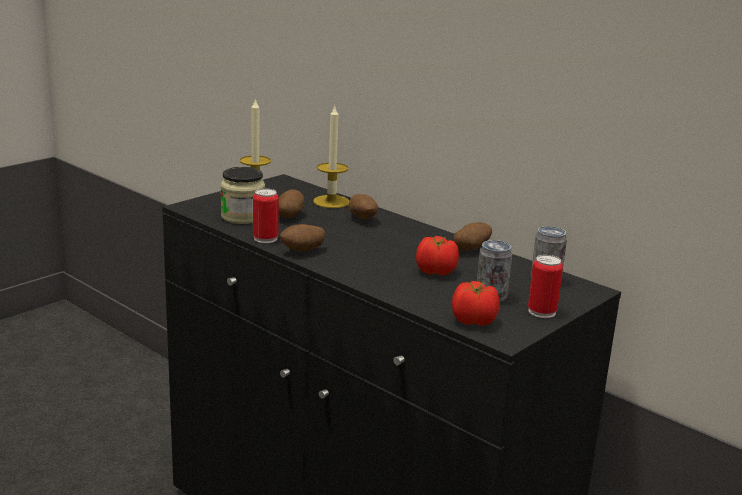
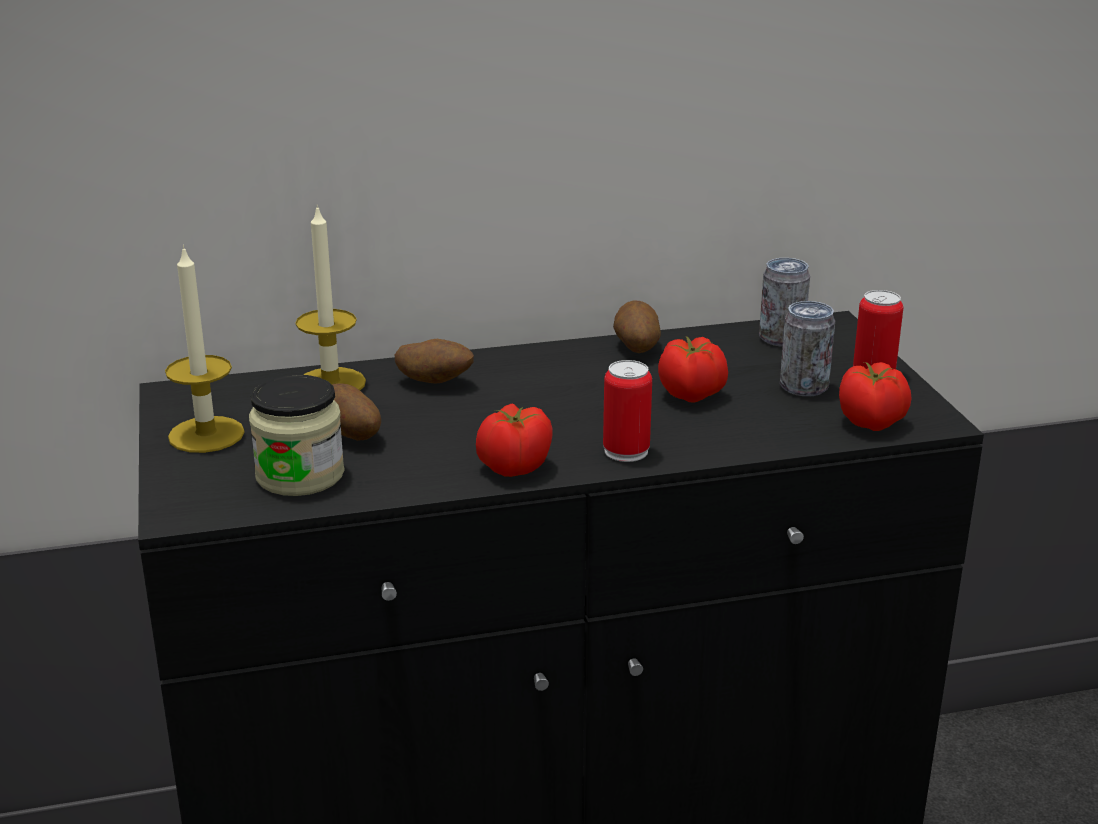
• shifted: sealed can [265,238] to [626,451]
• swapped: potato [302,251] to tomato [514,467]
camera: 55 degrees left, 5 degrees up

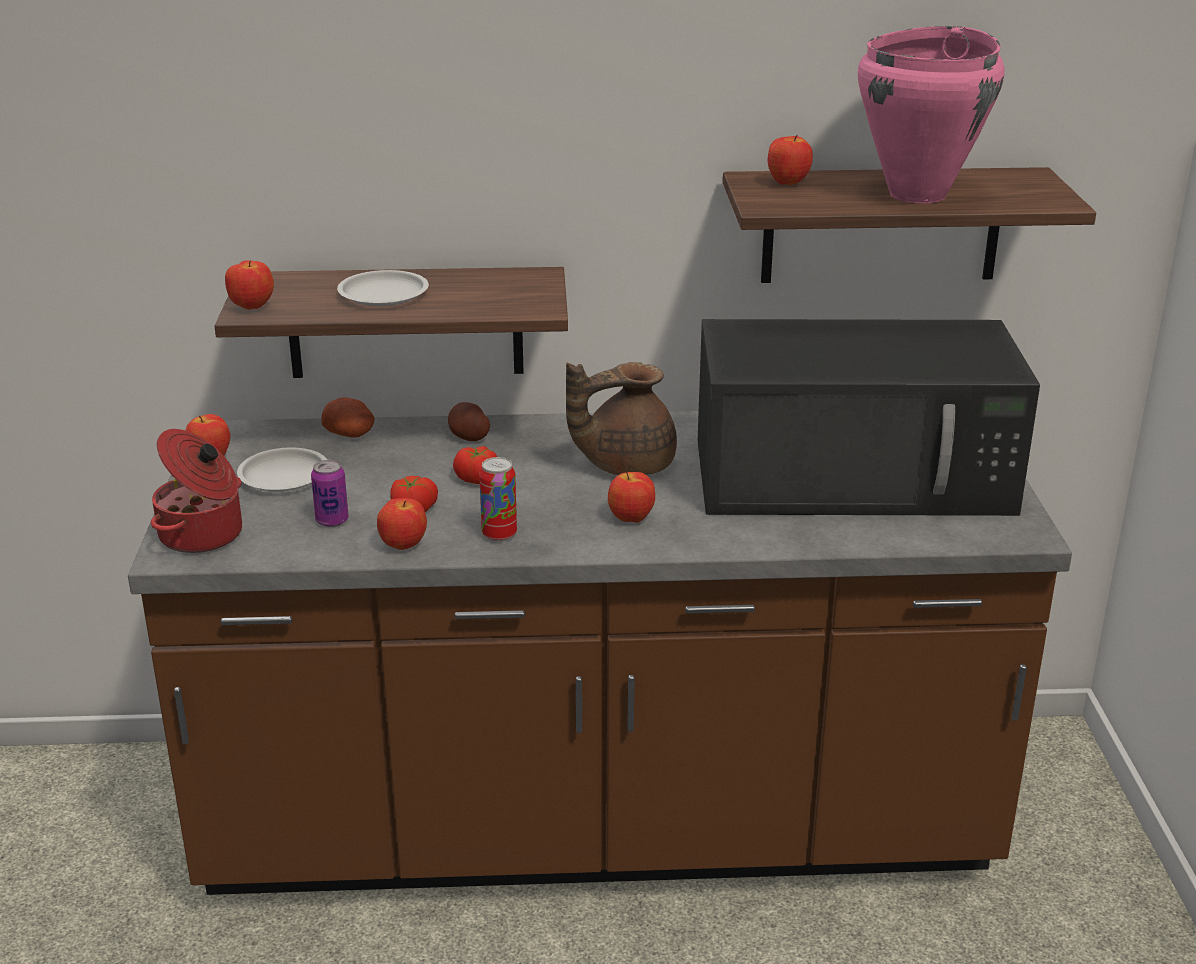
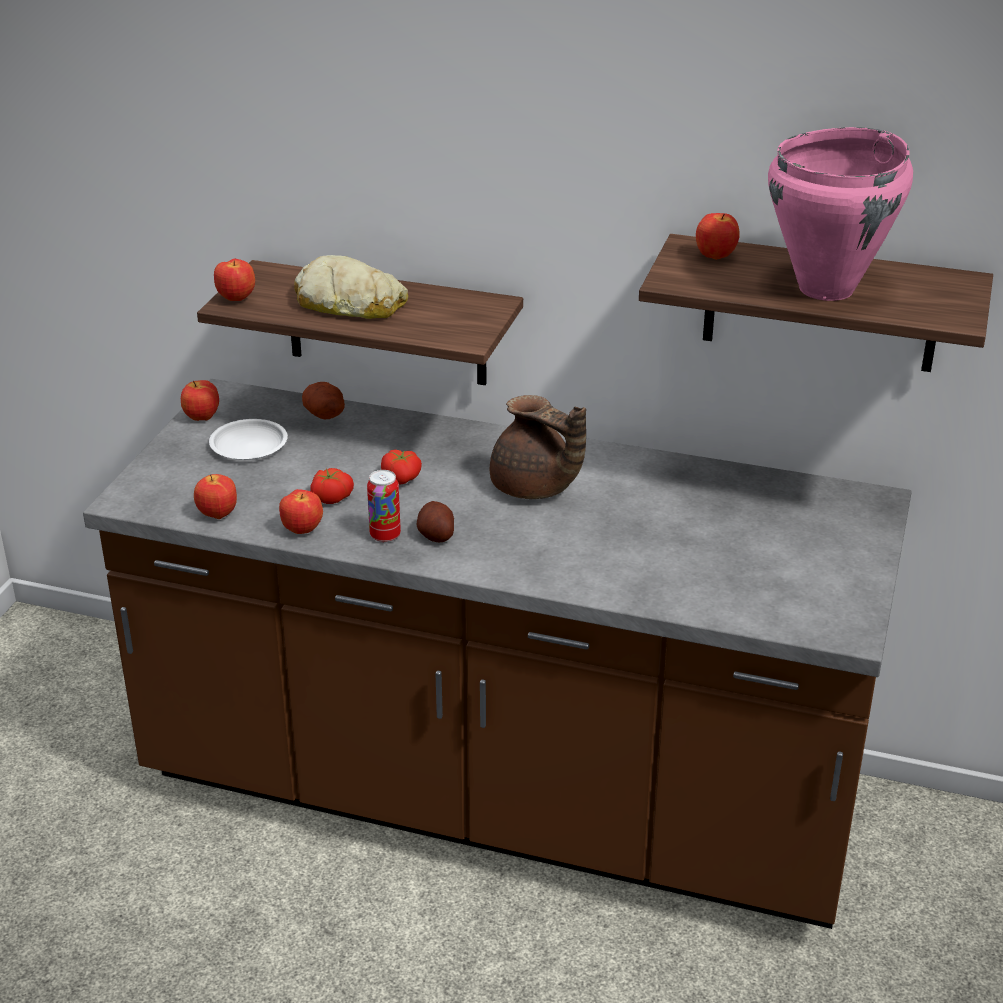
• gone: cooking pot [203,535]
• gone: sealed can [332,521]
• swapped: white flat dish [384,294] to bread [349,303]
• shifted: potato [468,436] to [436,535]
• rotated: brown-coloured pot for tea [624,464] = [534,488] 135 degrees counterclockwise
• shifted: apple fruit [631,519] to [217,515]
• gone: blackish kitchen microwave [856,476]
camera: 20 degrees right, 5 degrees up

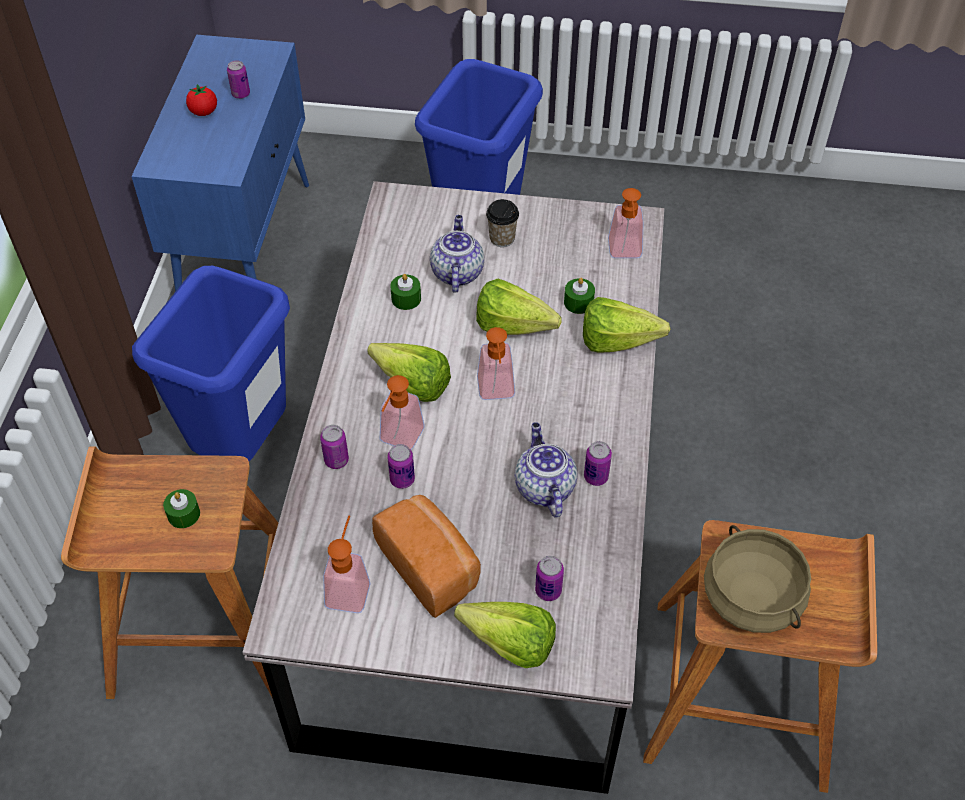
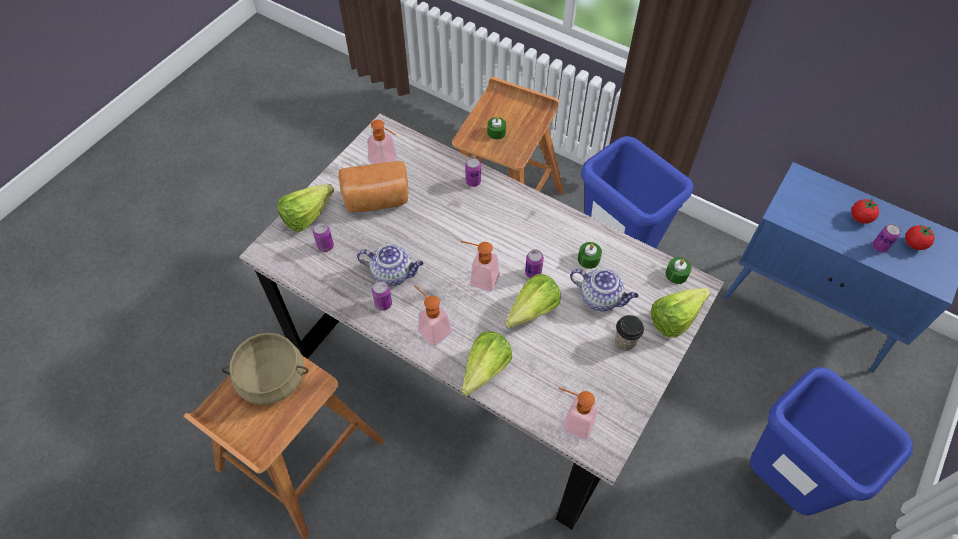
• shifted: lettuce head [407,381] to [679,317]
• shifted: liquid soap bottle [398,440] to [431,328]
• shifted: sealed can [402,479] to [533,273]
• shifted: greenish candle [578,302] to [676,274]
• new: tomato [914,244]
camera: 115 degrees right, 5 degrees up

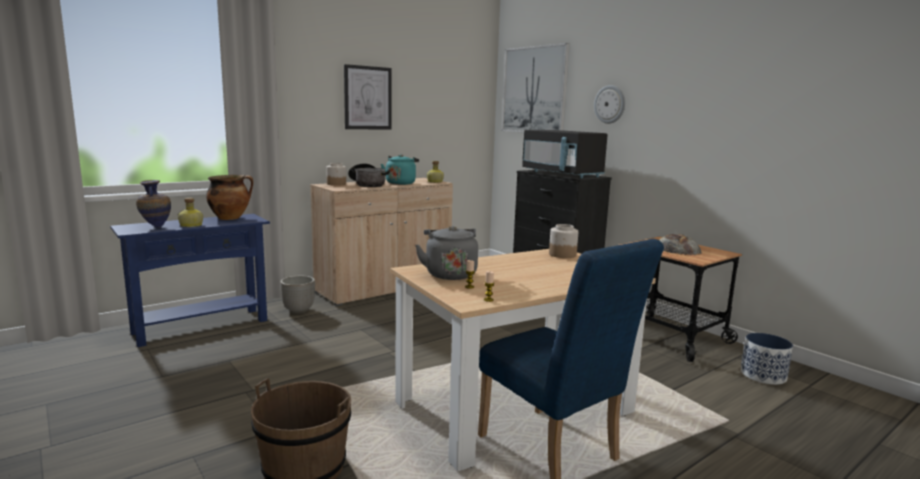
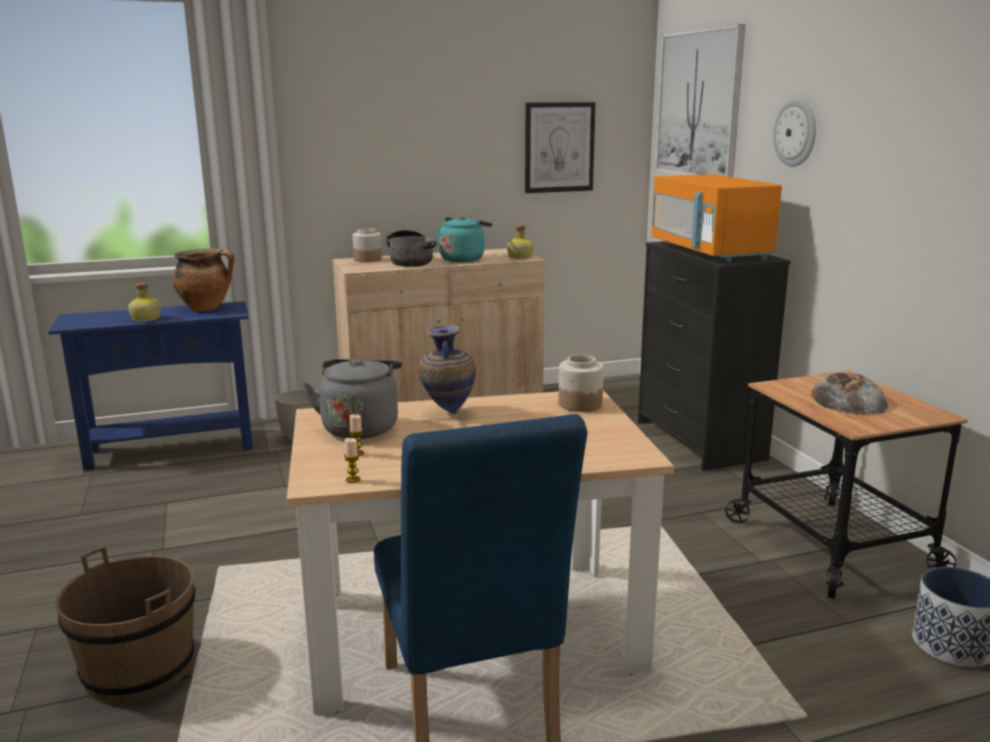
• shifted: flower vase [155,227] to [447,412]
• shifted: wall art [367,98] to [559,147]
• repainted: blackish kitchen microwave [561,174] to orange-coloured kitchen microwave [709,252]
camera: 20 degrees right, 5 degrees up

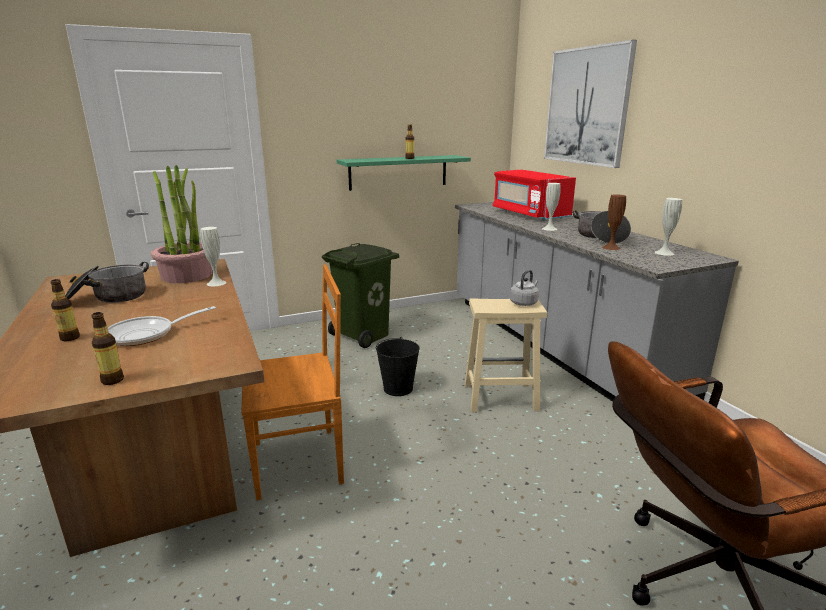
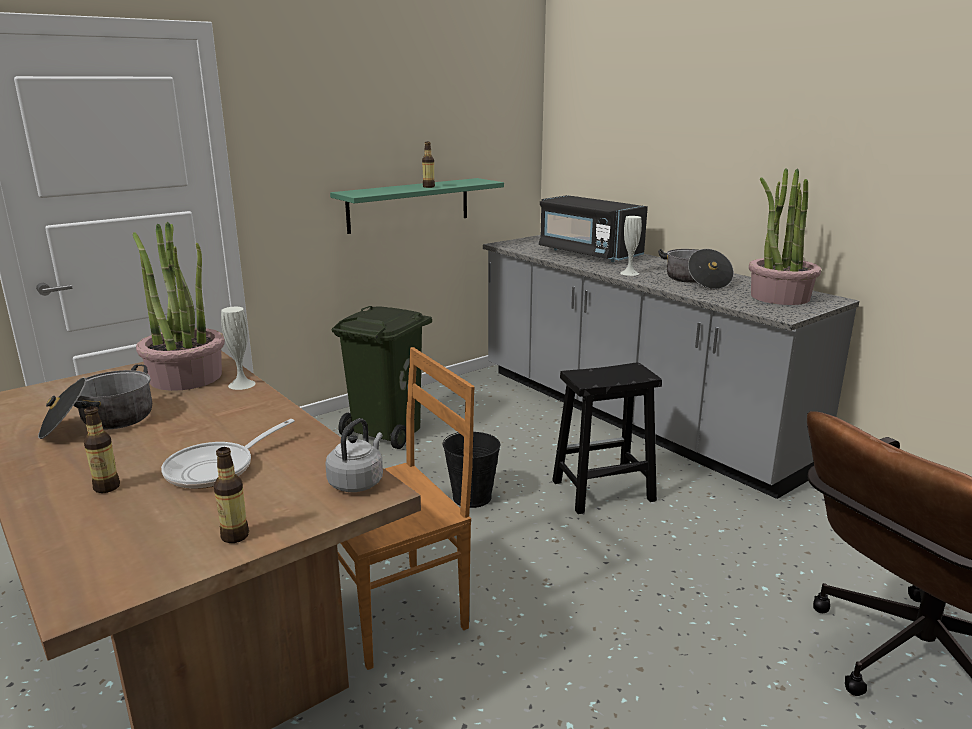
• repainted: sand-coloured stool [499,397] to blackish stool [601,491]
• repainted: red kitchen microwave [529,214] to blackish kitchen microwave [588,253]
• shifted: greyish water kettle [524,303] to [357,482]
• gone: wall art [586,106]
• gone: brown-coloured flower vase [611,247]
• swapped: white flower vase [664,253] to plant in a pot [779,297]
camera: 15 degrees left, 0 degrees up

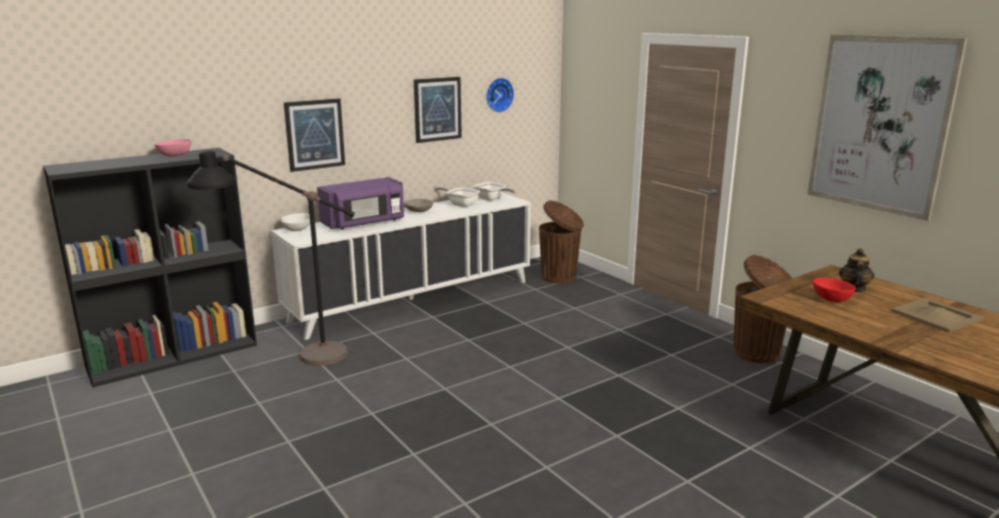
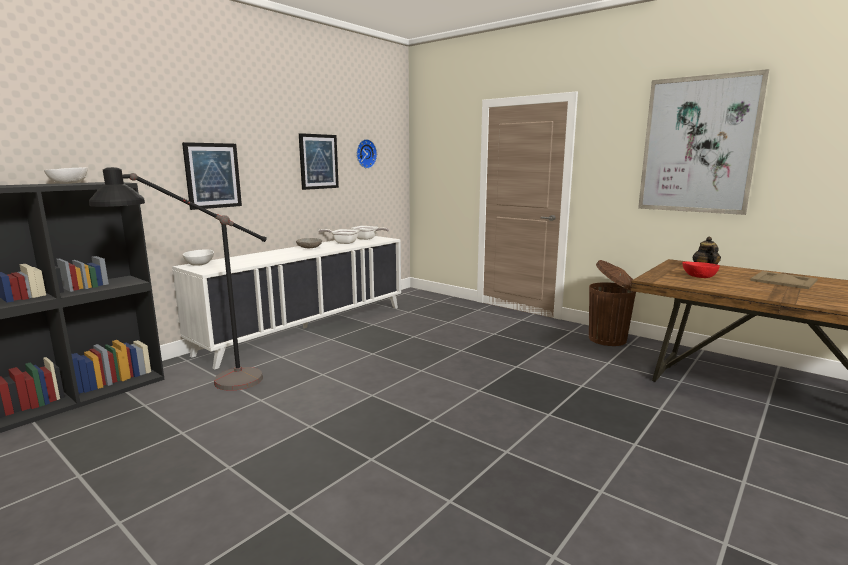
• repainted: pink-coloured deep dish [175,155] to white deep dish [69,183]
• gone: purple-coloured kitchen microwave [364,223]
• gone: brown-coloured waste bin [560,277]
camera: 15 degrees left, 5 degrees down

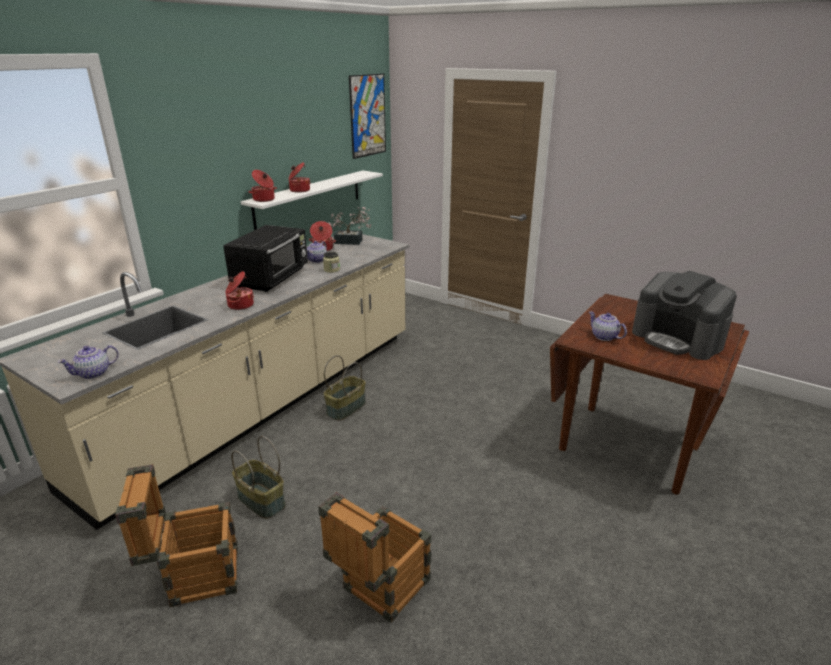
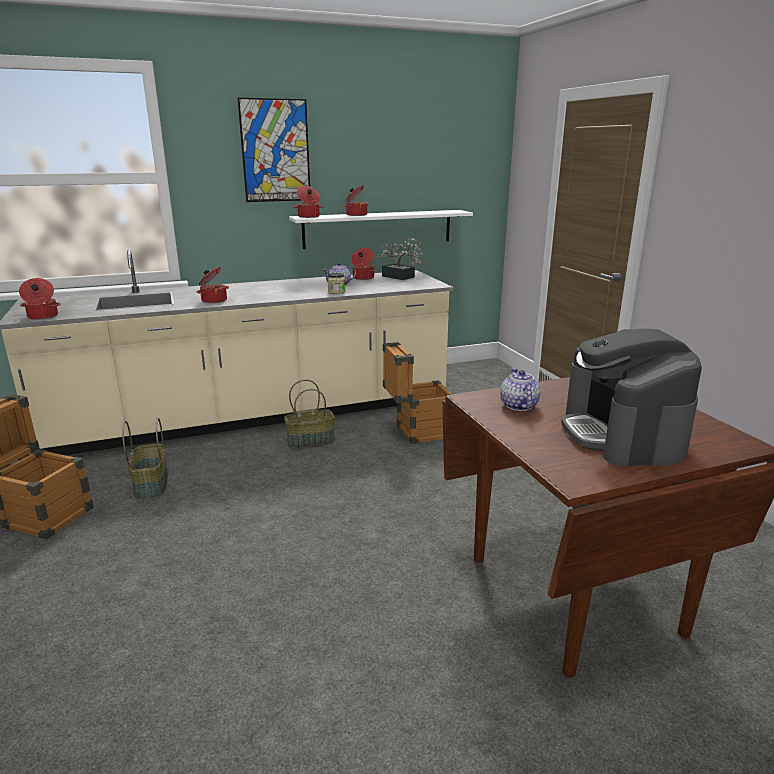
• swapped: pot for tea [94,373] to cooking pot [42,316]
• gone: blackish kitchen microwave [272,278]
• shifted: crate [379,591] to [417,432]
• shifted: wall art [367,116] to [275,151]
camera: 35 degrees right, 5 degrees down

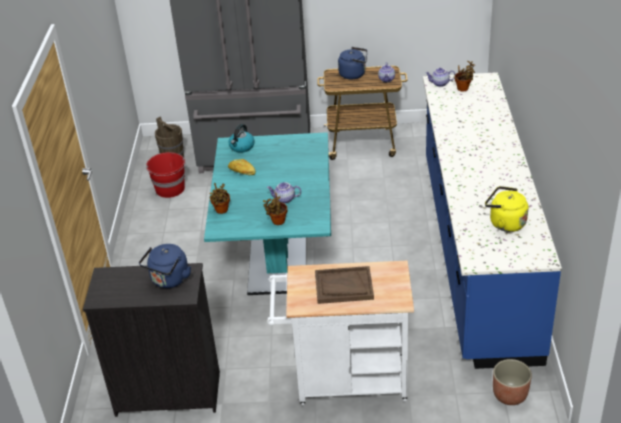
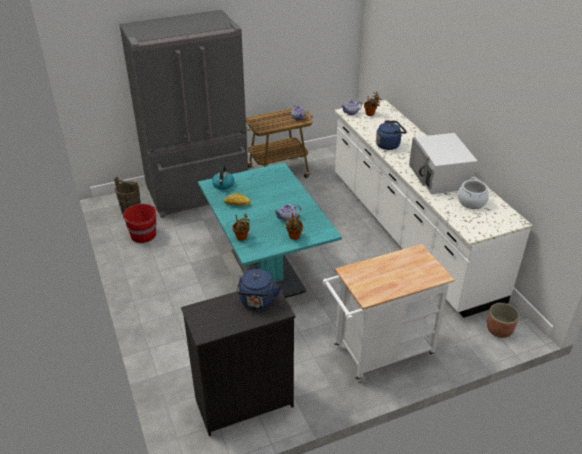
• gone: brown-coloured tray [343,286]
• shifted: blue water kettle [354,74] to [389,145]
• repainted: blue kitchen base unit [476,251] to white kitchen base unit [409,234]
• swapped: yellow-coloured water kettle [505,223] to cooking pot [471,202]
• new: white kitchen microwave [440,176]
camera: 25 degrees left, 0 degrees up

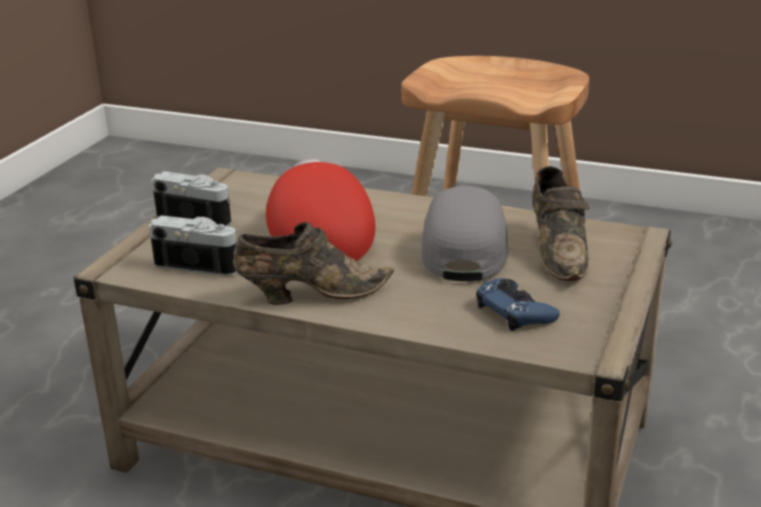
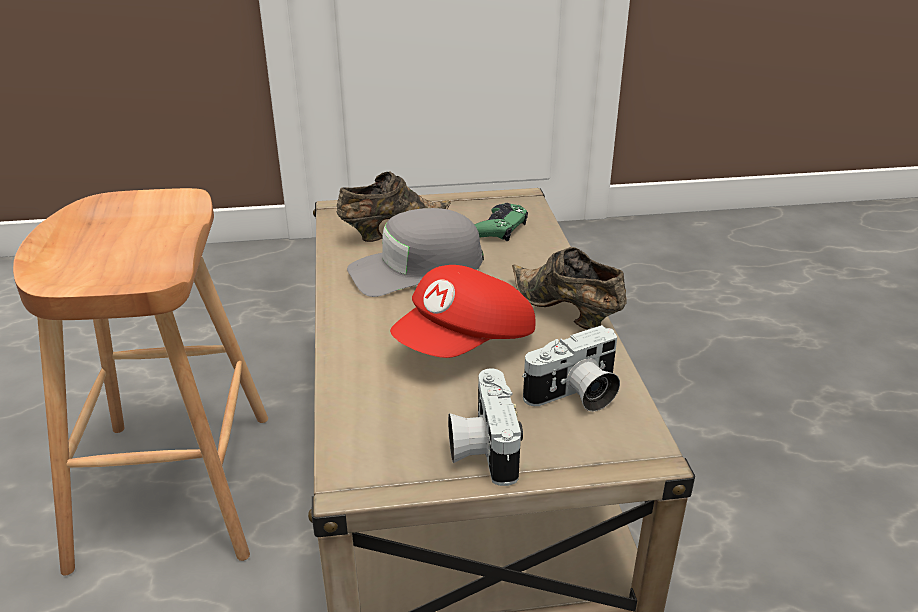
• rotated: photo camera [202,262] = [575,395] 105 degrees counterclockwise
• repainted: blue joypad [514,312] to greenish joypad [499,228]
camera: 120 degrees left, 5 degrees up

